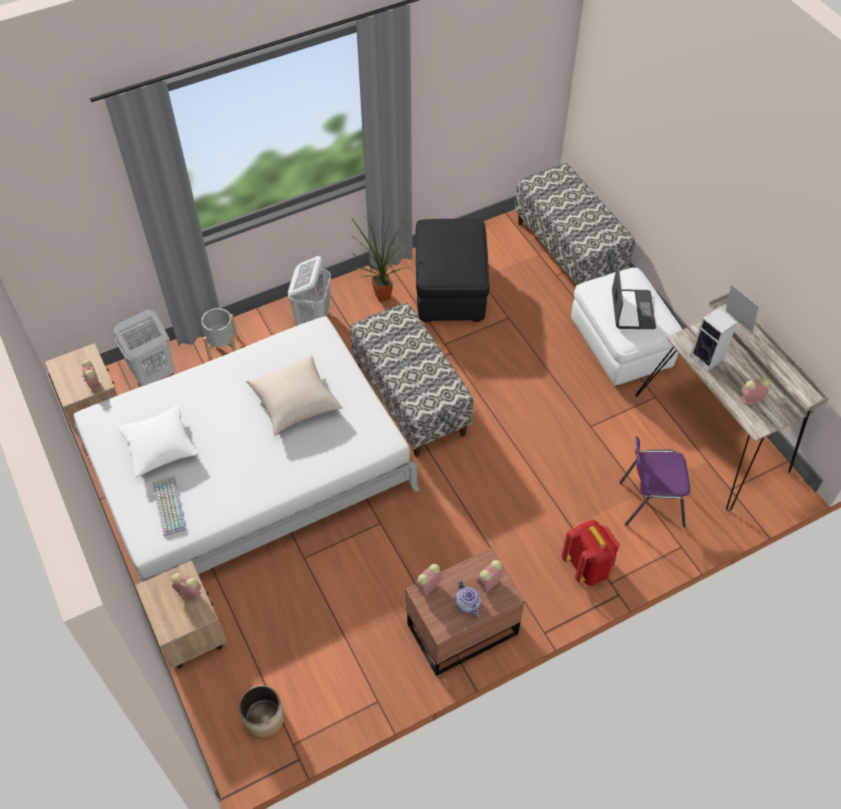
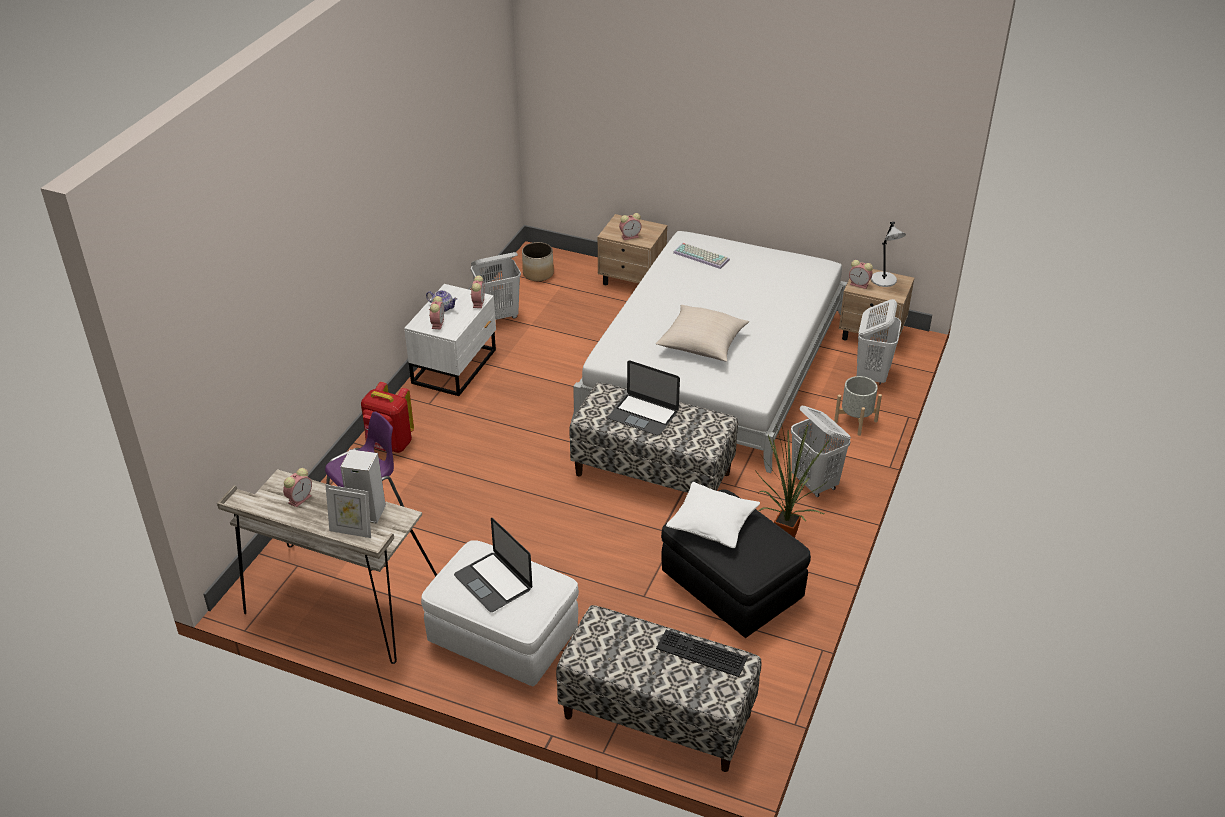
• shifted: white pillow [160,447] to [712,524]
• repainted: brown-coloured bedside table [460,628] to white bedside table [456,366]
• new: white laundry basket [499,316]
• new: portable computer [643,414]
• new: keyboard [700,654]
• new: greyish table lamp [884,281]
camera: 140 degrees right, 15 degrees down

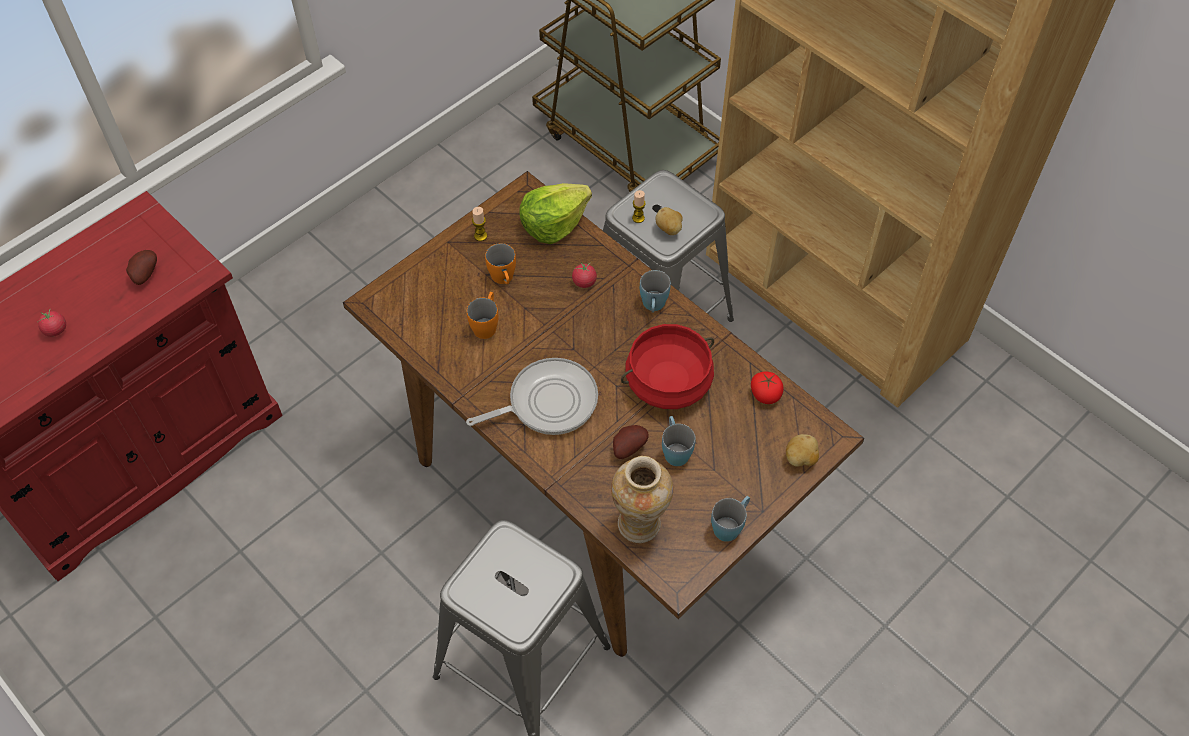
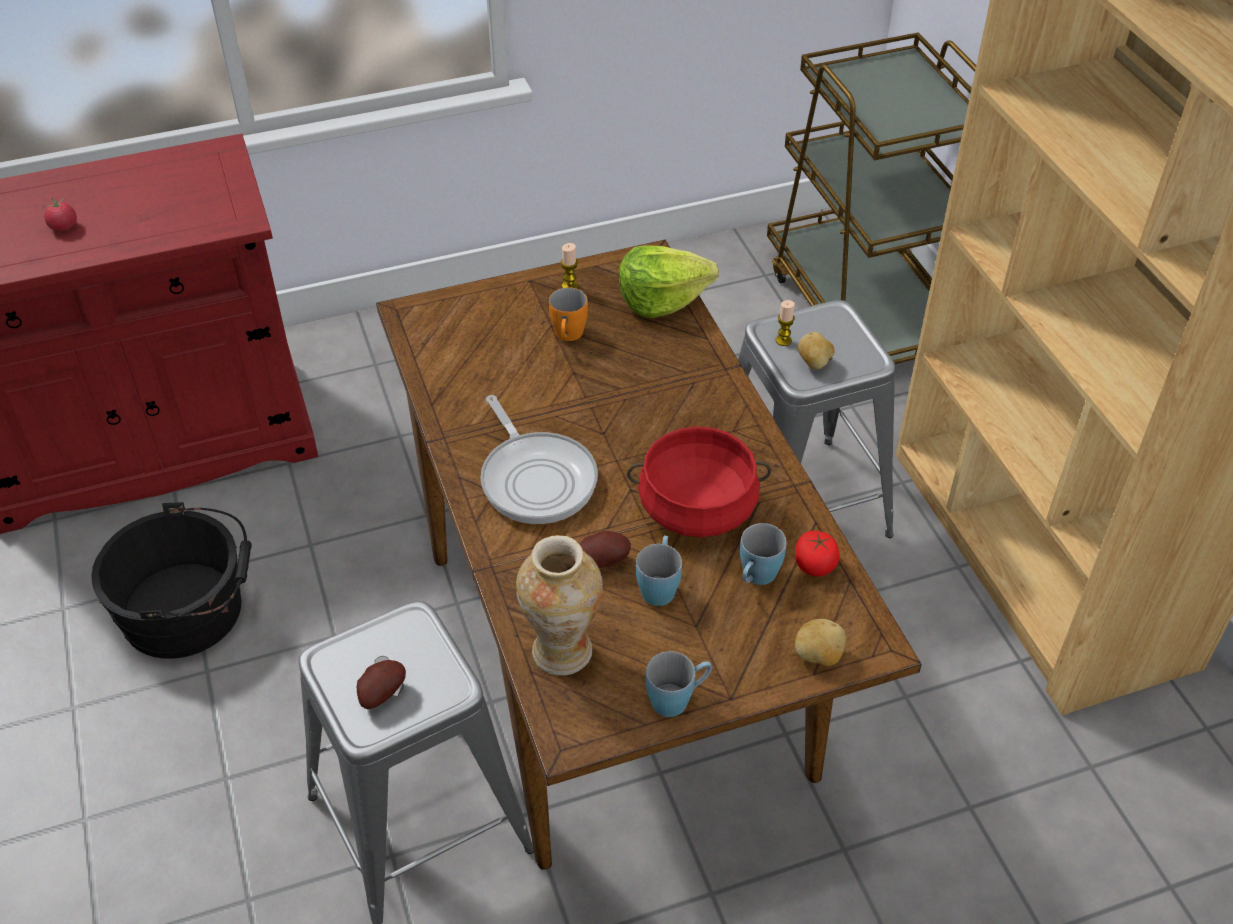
• shifted: potato [144,274] to [380,693]
• rotated: pan [547,402] = [536,478] 60 degrees clockwise
• gone: orange-coloured coffee mug [486,324]
• gone: tomato [584,282]
• shifted: blue coffee mug [653,307] to [756,578]
• new: blackish pail [190,610]
camera: 25 degrees right, 10 degrees down

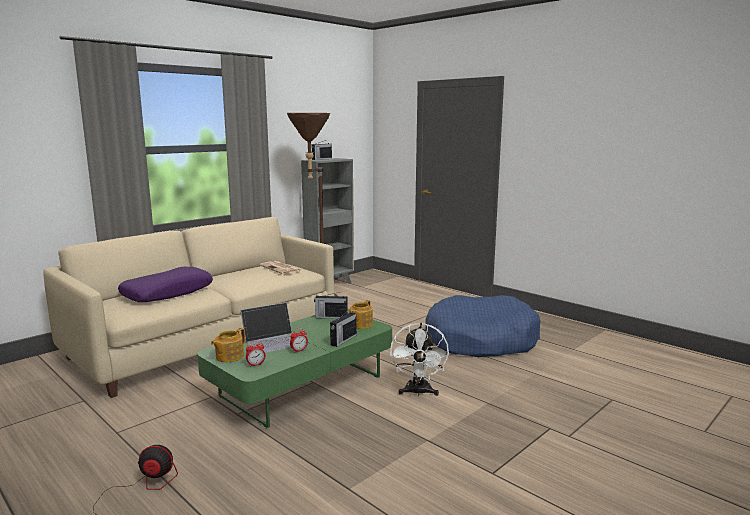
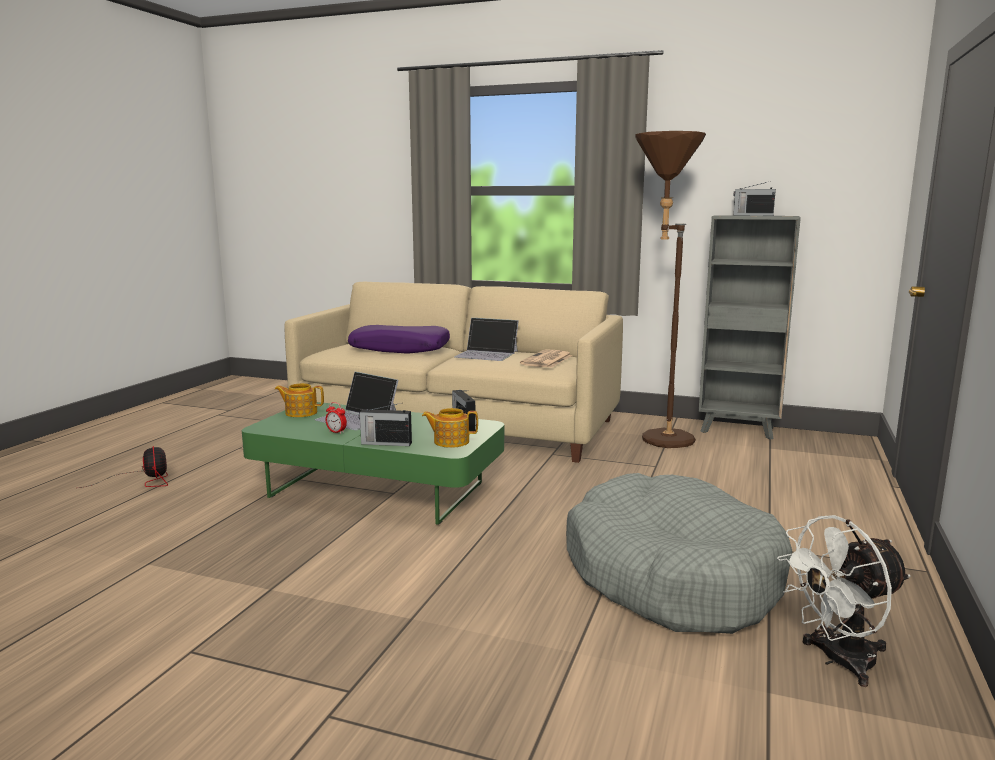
• gone: table clock [255,365]
• shifted: white fan [418,392] to [838,661]
• repainted: blue dog cushion [480,340] to greyish dog cushion [671,576]
• new: portable computer [487,354]
camera: 65 degrees right, 0 degrees up

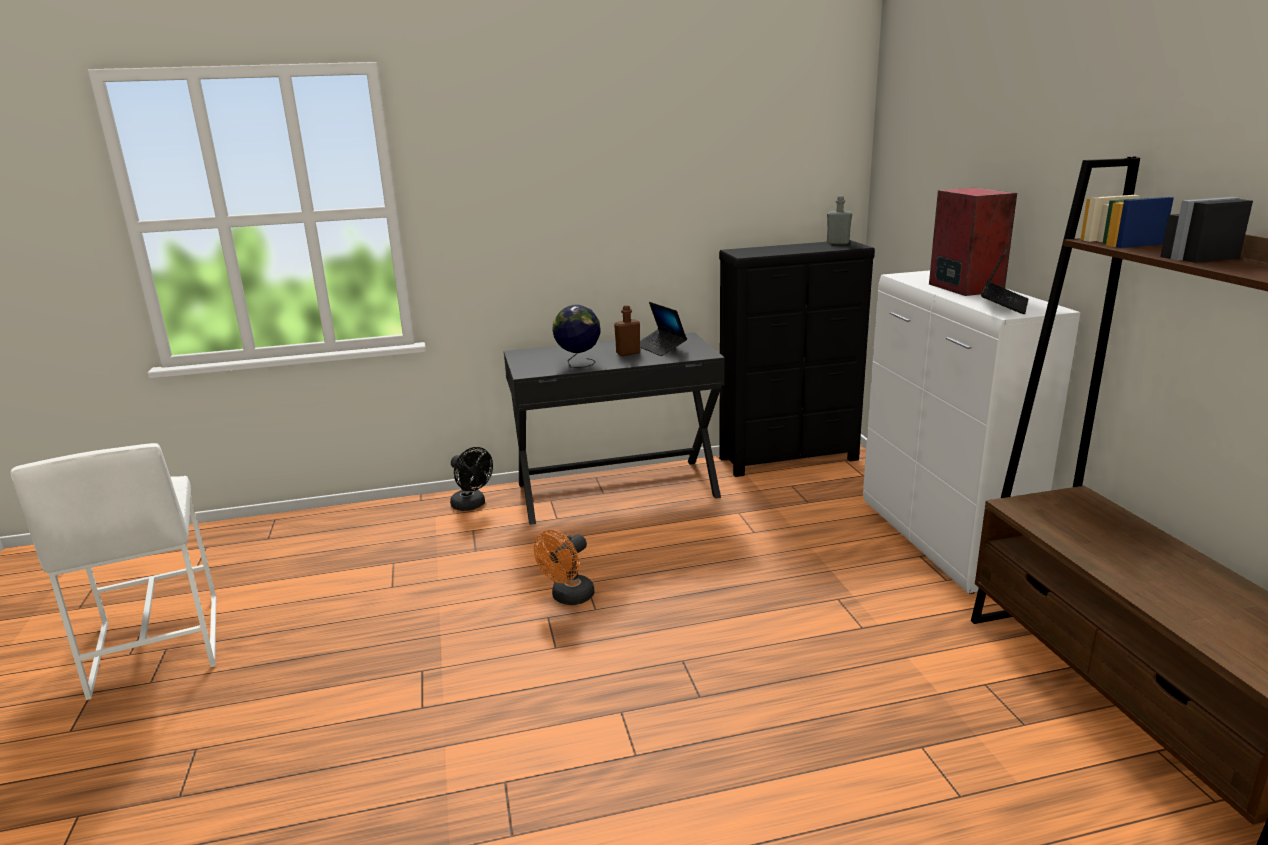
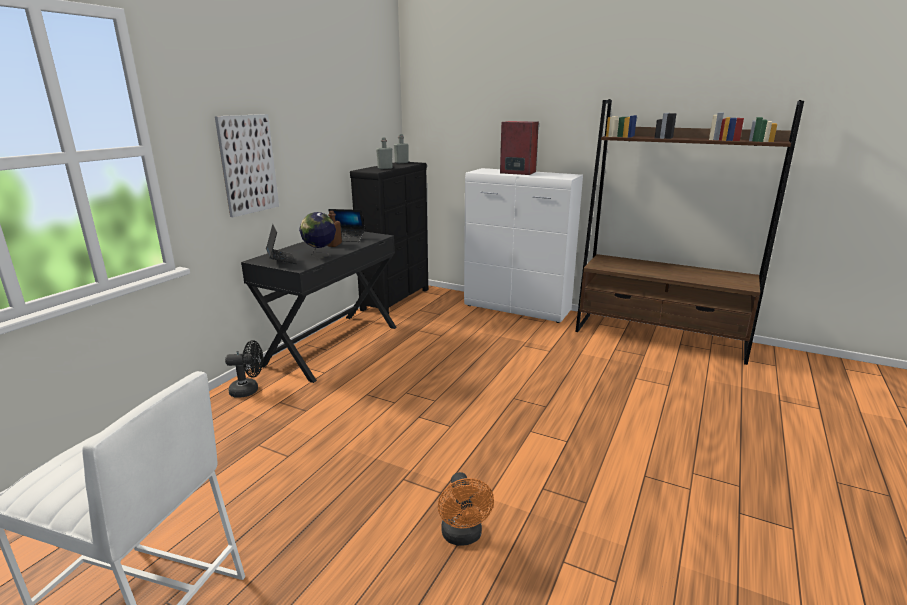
• shifted: orange-coloured fan [568,598] to [463,536]
• shifted: portable computer [1003,305] to [281,260]
• new: wall art [248,164]
• new: greyish beverage bottle [385,168]
camera: 50 degrees left, 0 degrees up

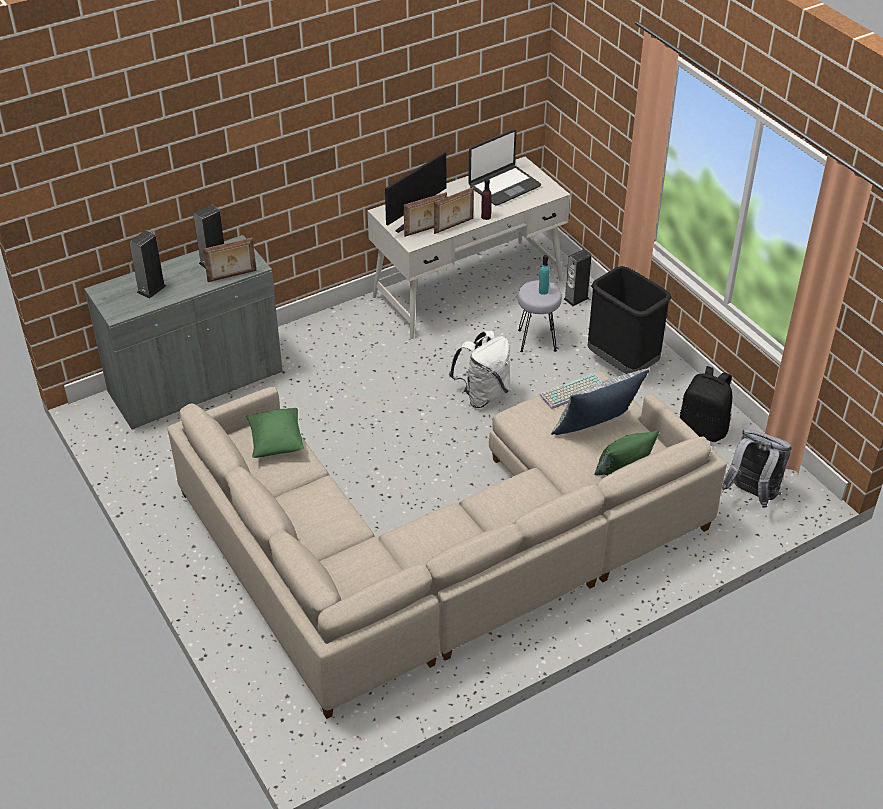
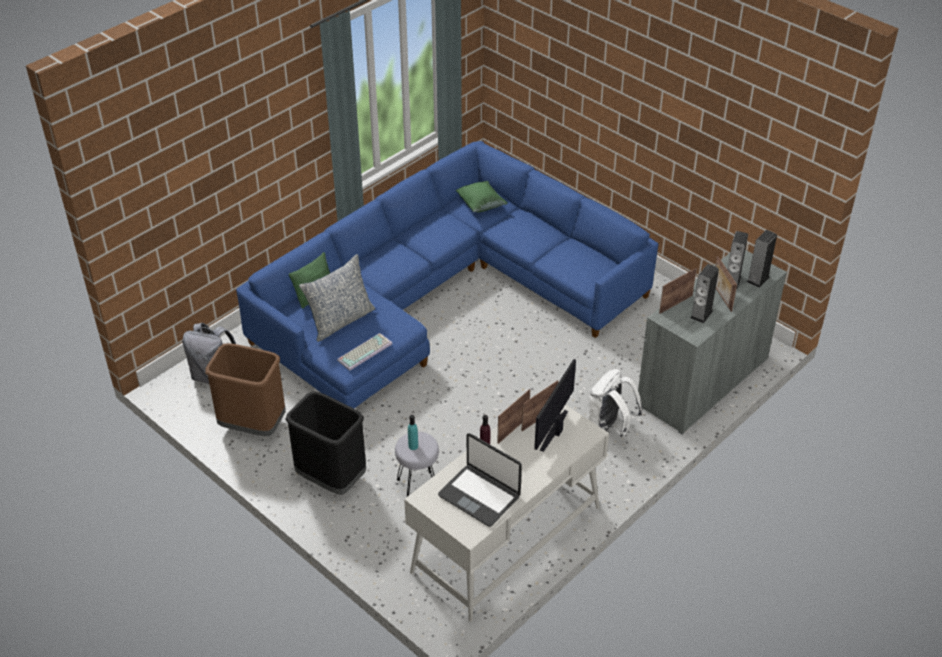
• repainted: sand-coloured settee [445,549] to blue settee [441,296]
• shifted: greenish pillow [276,442] to [481,205]
• shifted: white knapsack [483,395] to [609,428]
• rotated: portable computer [504,186] = [479,495] 90 degrees counterclockwise
• shifted: speaker [576,298] to [758,279]
• swapped: blackish knapsack [703,428] to brown-coloured waste bin [252,426]
• new: picture frame [721,297]
camera: 165 degrees right, 0 degrees up

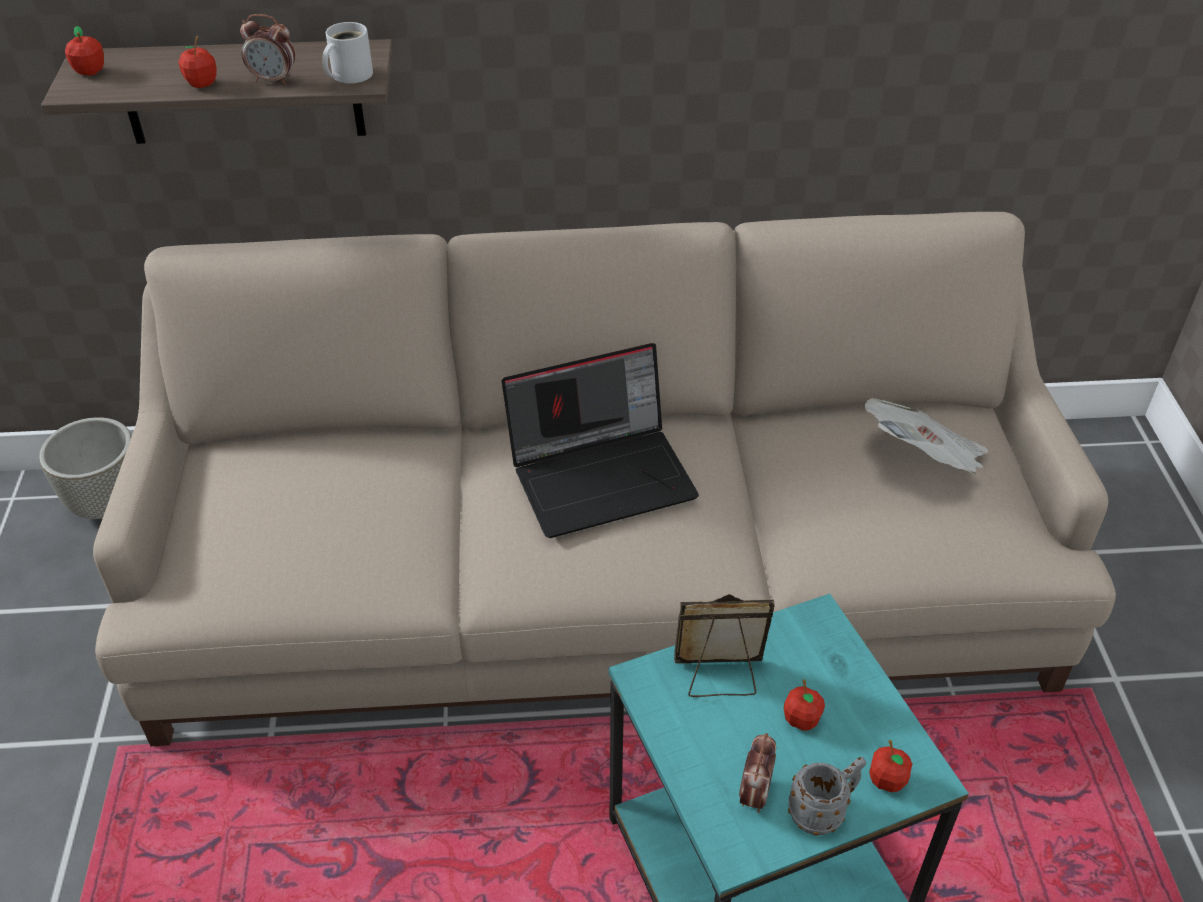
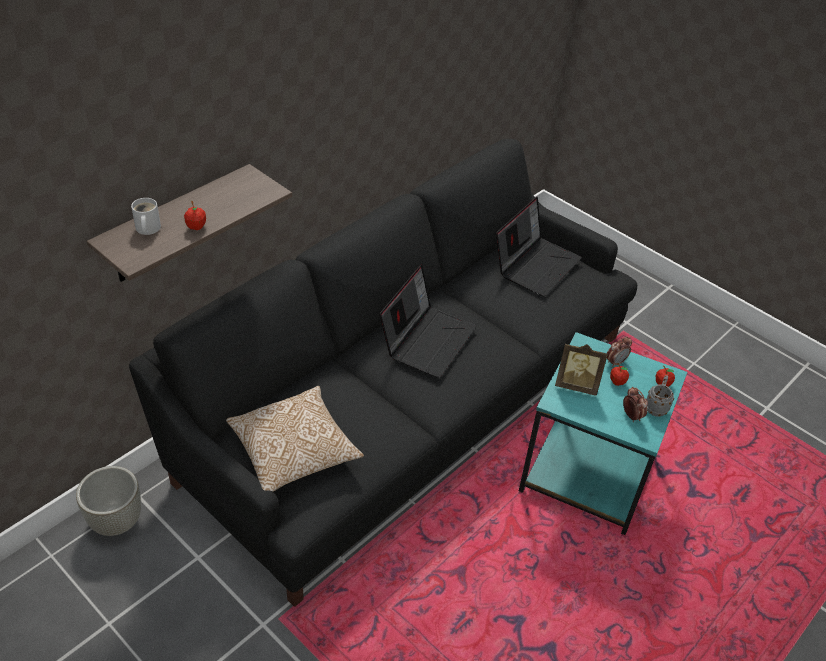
• gone: apple fruit [90,72]
• repainted: sand-coloured settee [601,576] to blackish settee [407,400]
• shifted: table clock [274,80] to [615,362]
• shifted: white coffee mug [348,75] to [147,229]
• rotated: picture frame [719,678] = [576,385] 120 degrees counterclockwise
• swapped: daily paper [924,460] to portable computer [536,264]
• new: pillow [294,451]
camera: 45 degrees left, 0 degrees up

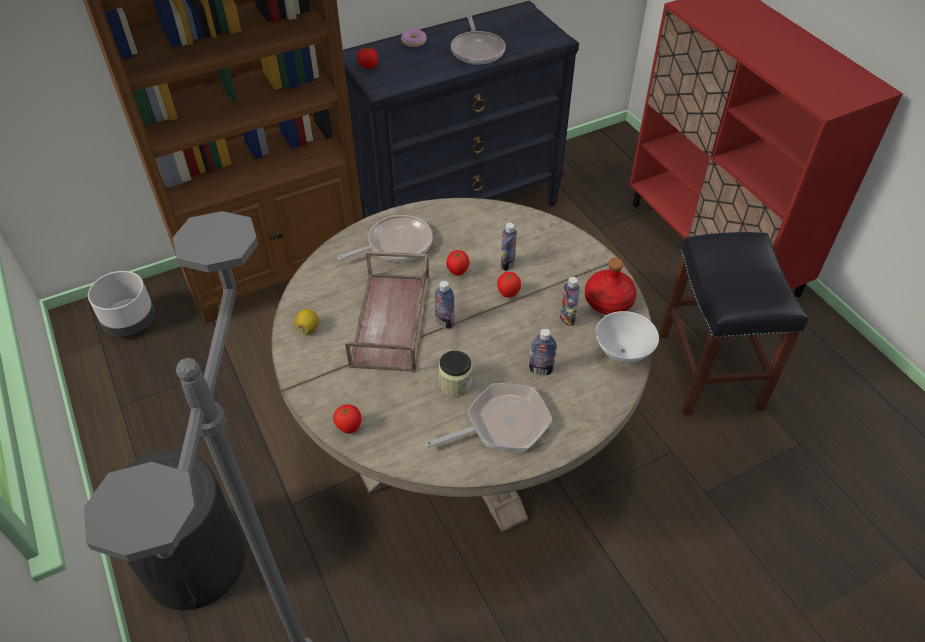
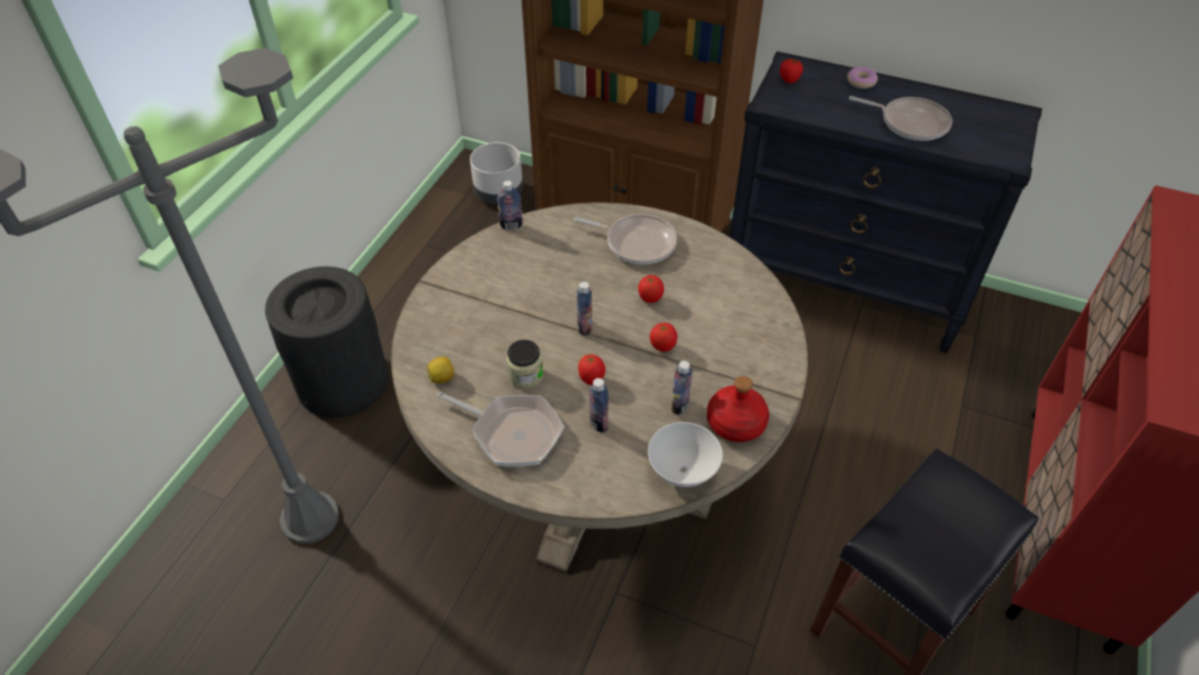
• shifted: lemon [308,328] to [442,378]
• shifted: tomato [349,427] to [591,379]
• gone: brown-coloured tray [392,322]
• rotated: pan [477,50] = [910,123] 105 degrees counterclockwise
• shifted: beverage bottle [507,264] to [511,225]
camera: 50 degrees right, 0 degrees up

